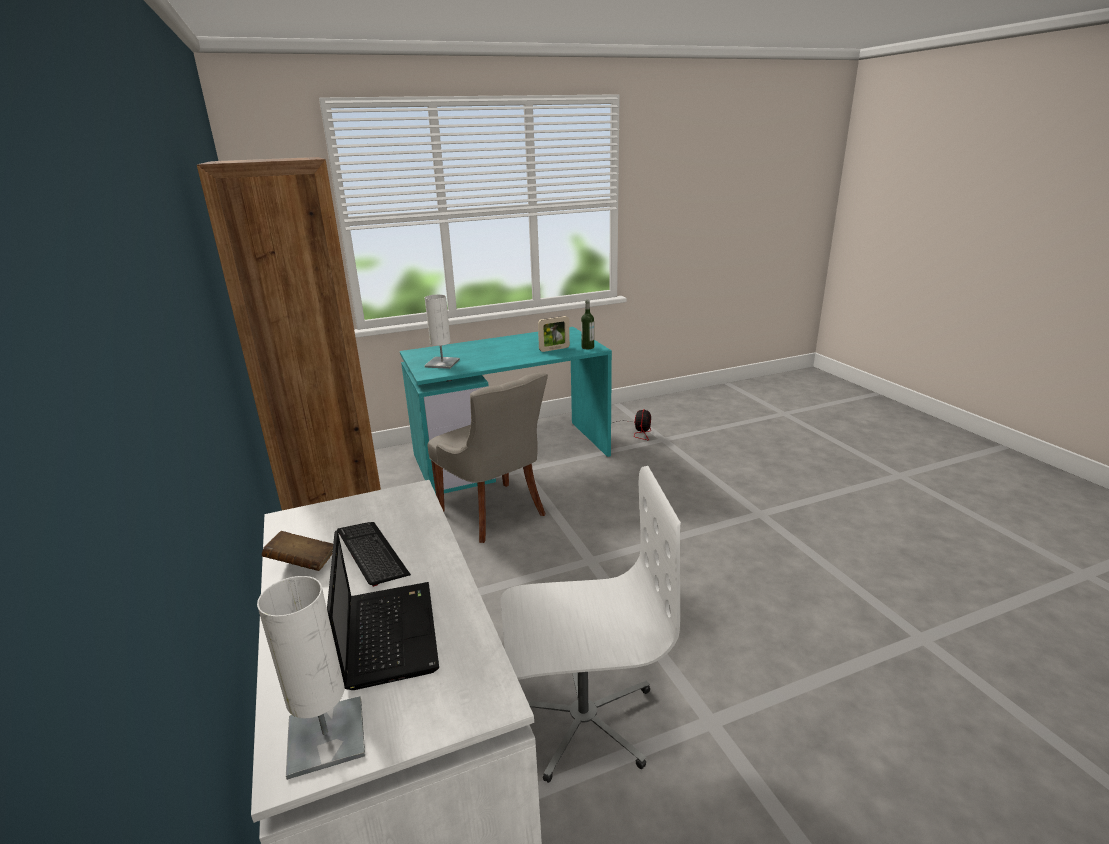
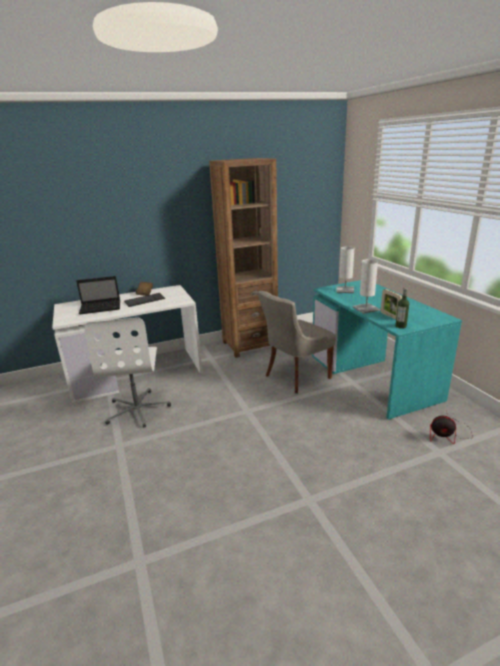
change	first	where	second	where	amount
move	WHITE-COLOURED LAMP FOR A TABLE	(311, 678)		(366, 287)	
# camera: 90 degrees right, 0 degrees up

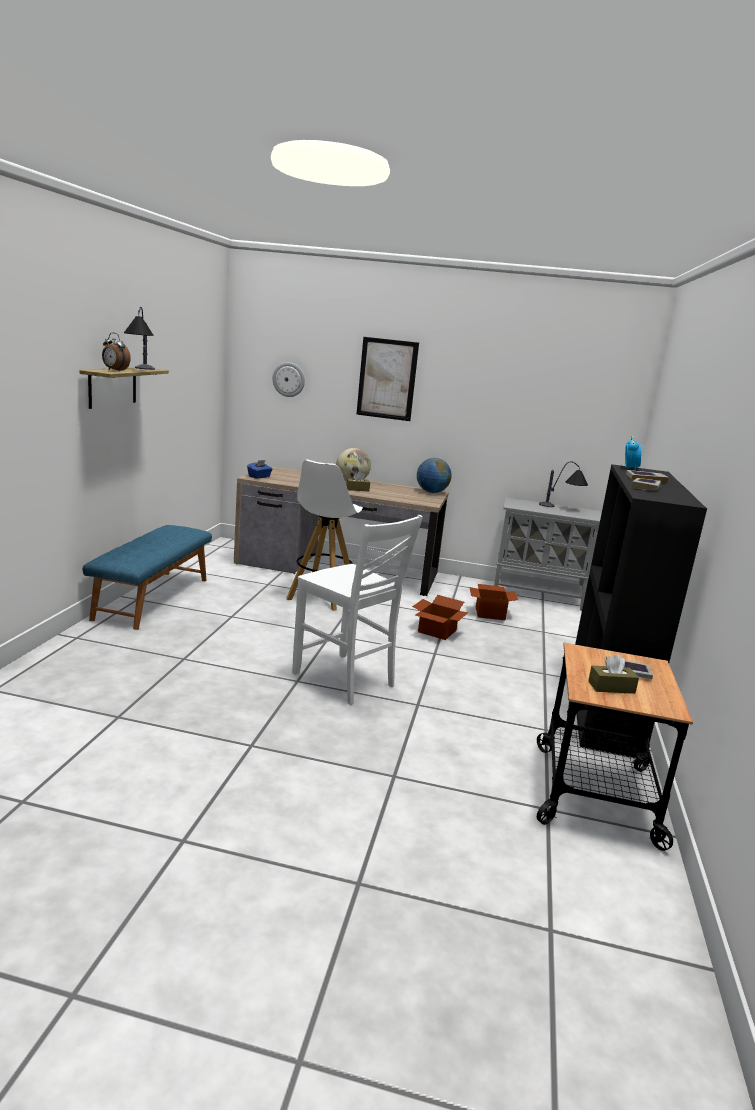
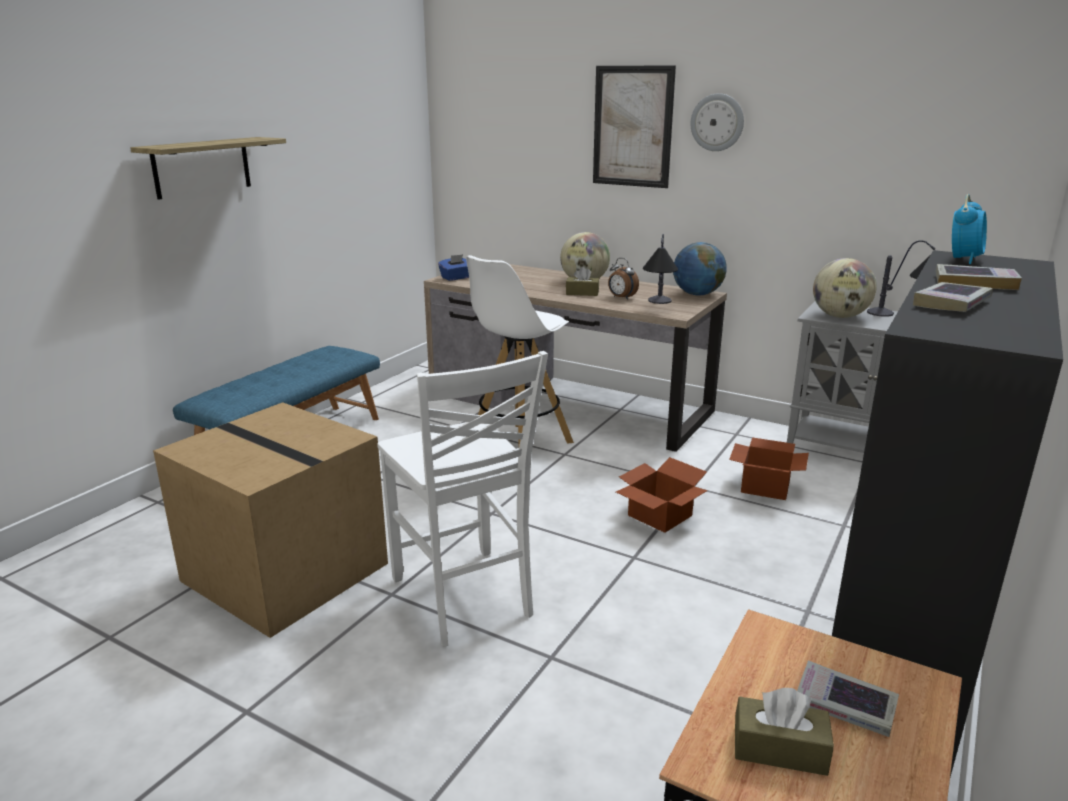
change	first	where	second	where	amount
move	LAMP FOR A TABLE	(139, 338)		(660, 269)	
move	TABLE CLOCK	(116, 352)		(623, 279)	
move	HANGING CLOCK	(289, 379)		(717, 122)	
insert			DESK GLOBE	(845, 288)	
insert			PACKING BOX	(270, 520)	
# camera: 20 degrees right, 5 degrees up

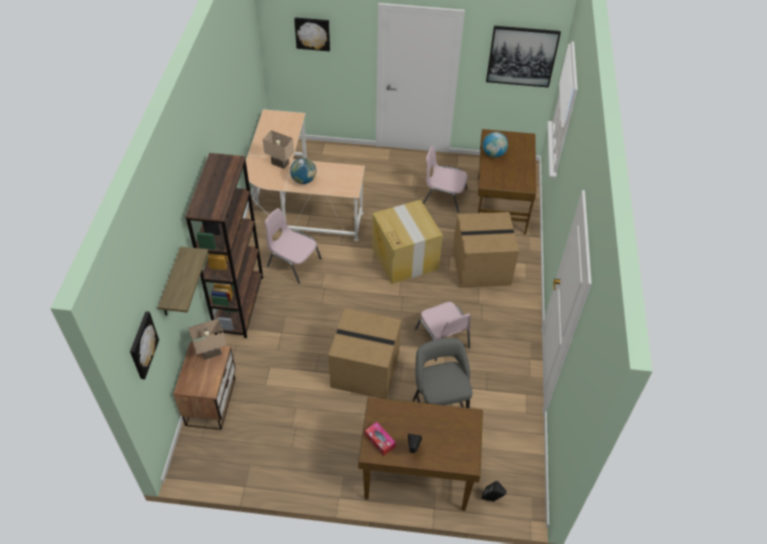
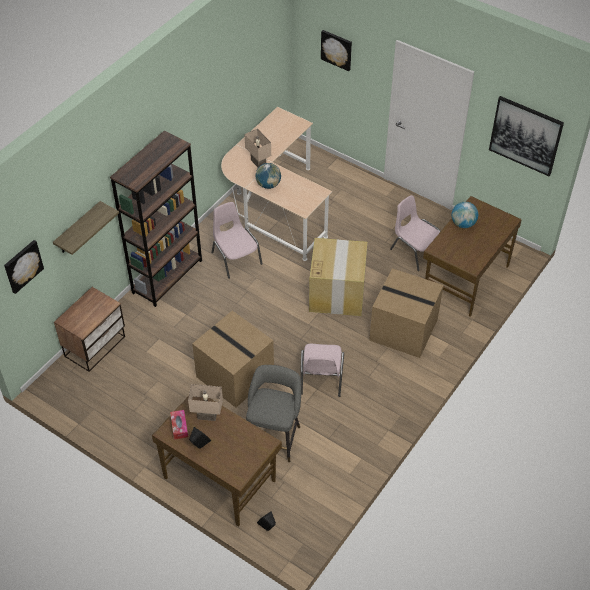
change	first	where	second	where	amount
move	BEIGE-COLOURED LAMP FOR A TABLE	(207, 339)		(205, 402)	
# camera: 30 degrees right, 0 degrees up

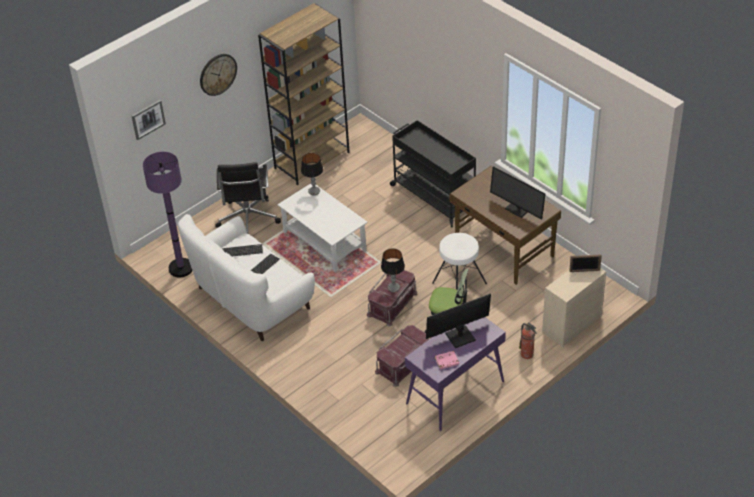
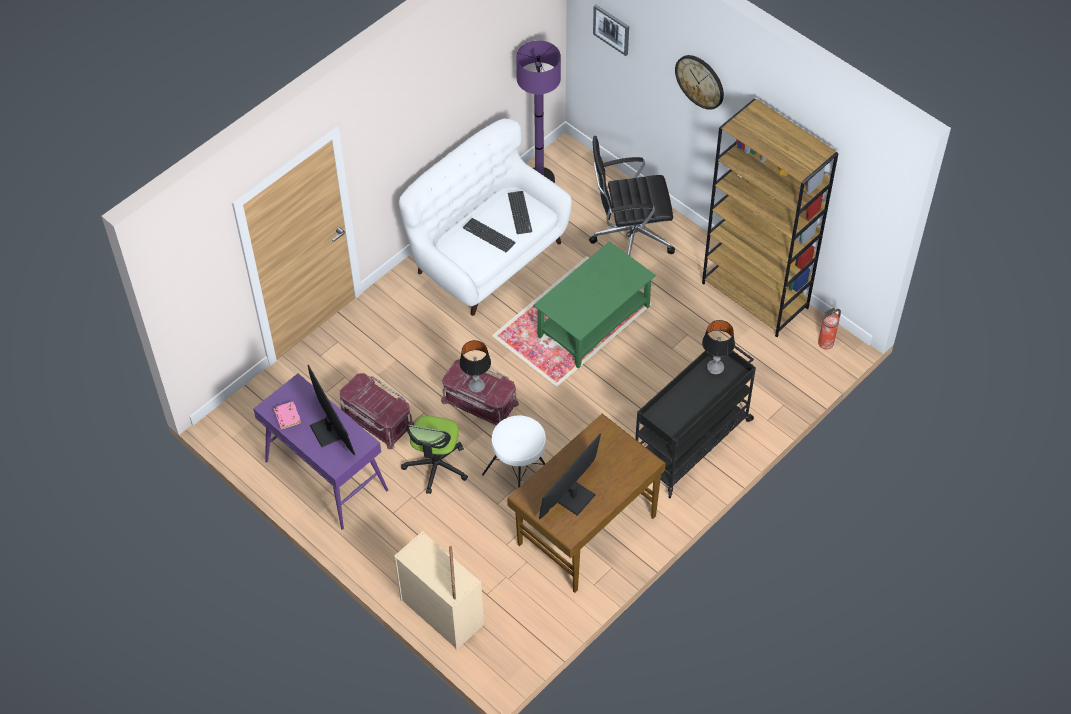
change	first	where	second	where	amount
move	LAMP FOR A TABLE	(312, 174)		(718, 347)	
recolor	WHITE-COLOURED LOW TABLE	(322, 227)	GREEN-COLOURED LOW TABLE	(594, 305)	
move	EXTINGUISHER	(528, 341)		(829, 328)	
# camera: 85 degrees right, 10 degrees up

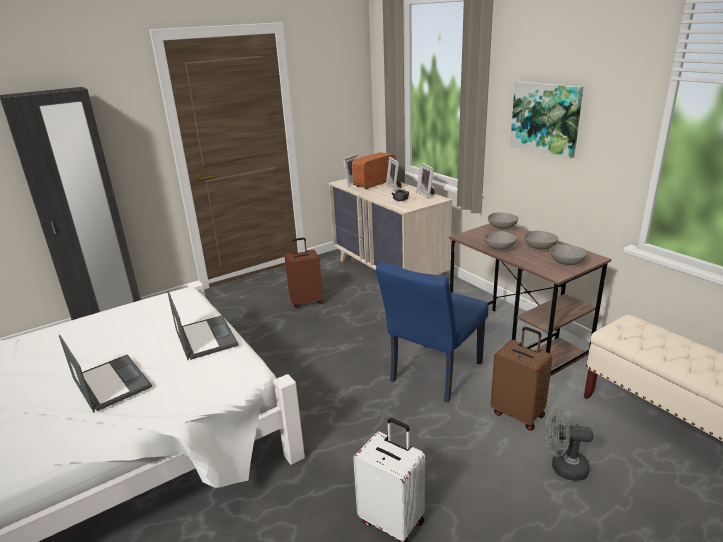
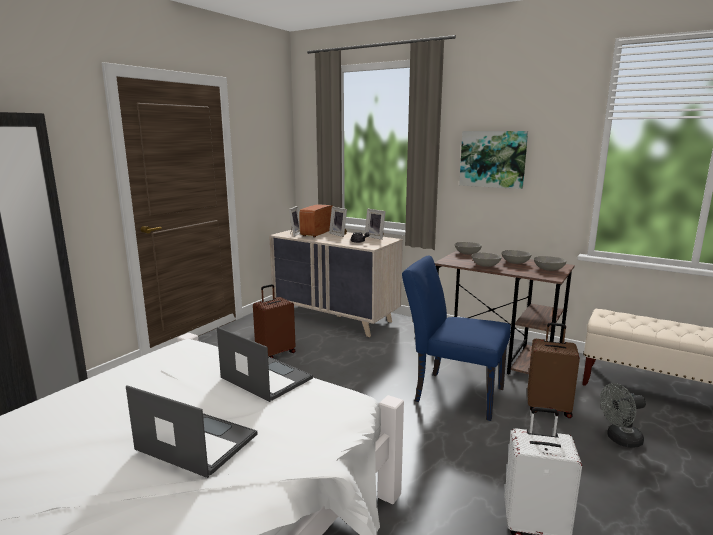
change	first	where	second	where	amount
rotate	BLUISH CHAIR	(432, 332)		(456, 338)	105 degrees clockwise
# camera: 25 degrees left, 10 degrees down

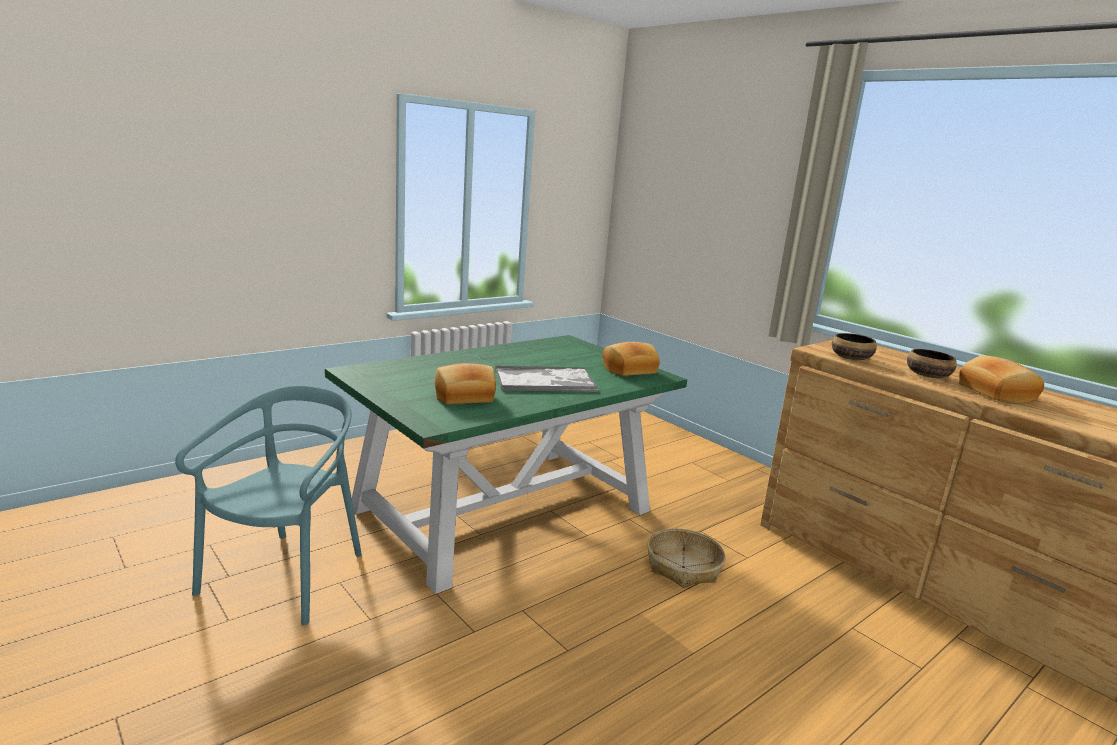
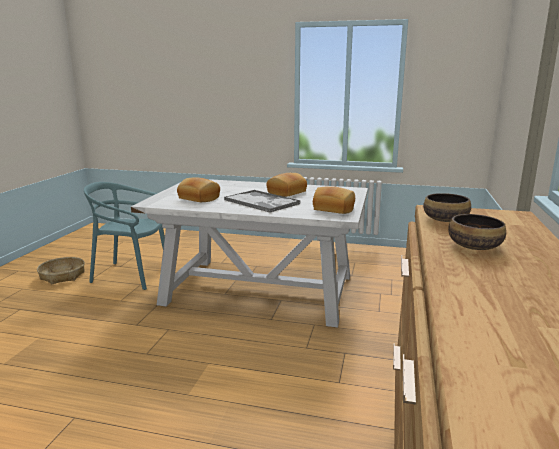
change	first	where	second	where	amount
recolor	GREEN-COLOURED DINING TABLE	(506, 464)	WHITE-COLOURED DINING TABLE	(249, 253)	
move	BAKERY BREAD	(1001, 379)		(286, 185)	
rotate	BLUE-GREEN CHAIR	(268, 506)		(124, 236)	150 degrees counterclockwise
move	BASKET	(686, 558)		(61, 270)	
# camera: 55 degrees right, 0 degrees up

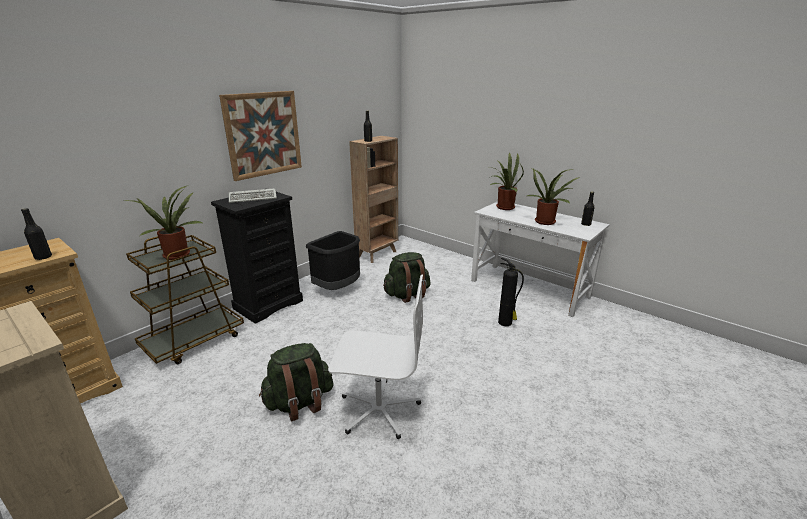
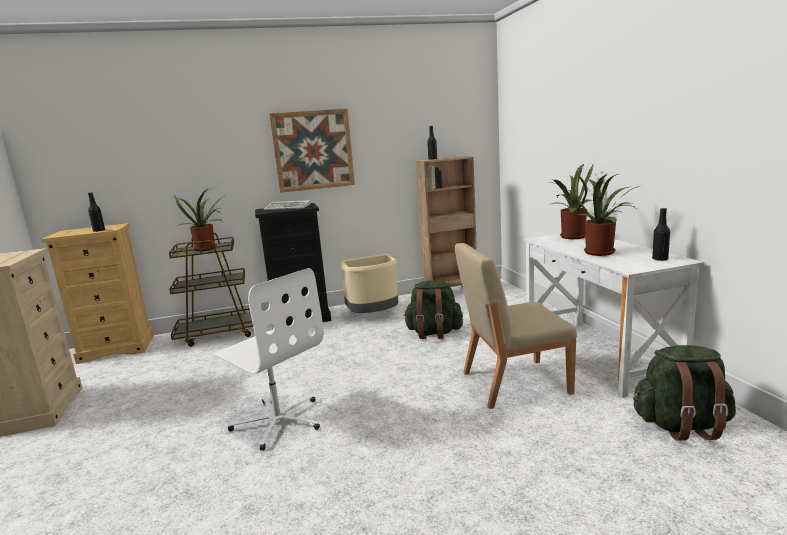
change	first	where	second	where	amount
recolor	BLACK-COLOURED RUBBISH BIN	(333, 260)	BEIGE-COLOURED RUBBISH BIN	(368, 283)	
replace	EXTINGUISHER	(511, 292)	BEIGE-COLOURED CHAIR	(516, 326)	
move	GREEN-COLOURED BACKPACK	(296, 382)		(684, 393)	
# camera: 35 degrees right, 10 degrees down

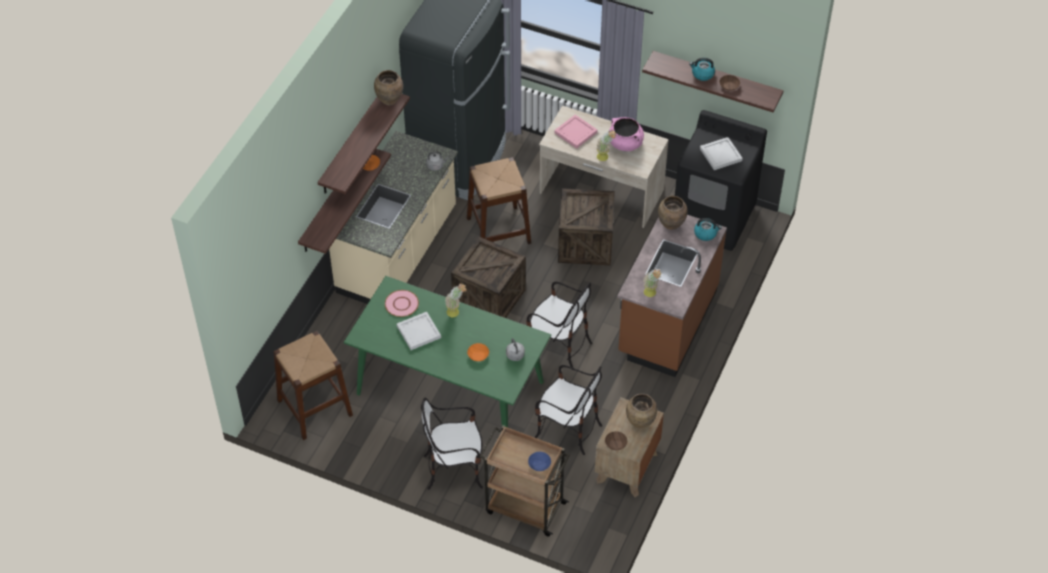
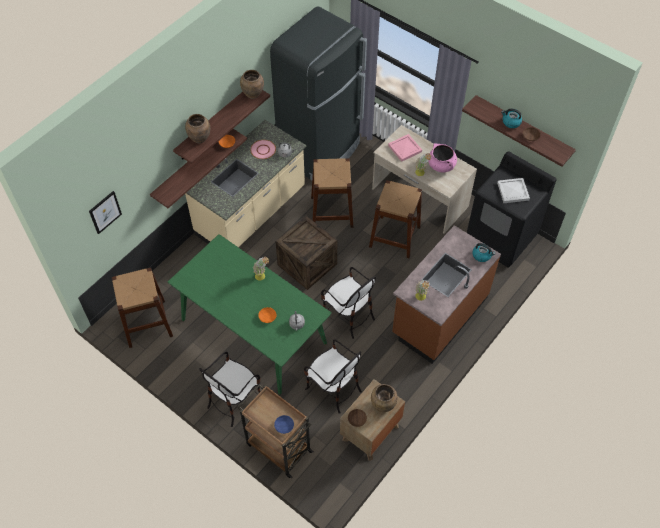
change	first	where	second	where	amount
replace	CRATE	(586, 226)	BROWNISH STOOL	(395, 219)	
move	BROWNISH DECORATIVE VASE	(673, 213)		(197, 128)	
move	PINK FLAT DISH	(402, 303)		(263, 149)	
delete	WHITE-COLOURED SERVING TRAY	(419, 331)			
rotate	CHAIR	(452, 444)		(230, 389)	60 degrees counterclockwise
insert			WALL ART	(105, 212)	
# camera: 15 degrees right, 5 degrees up

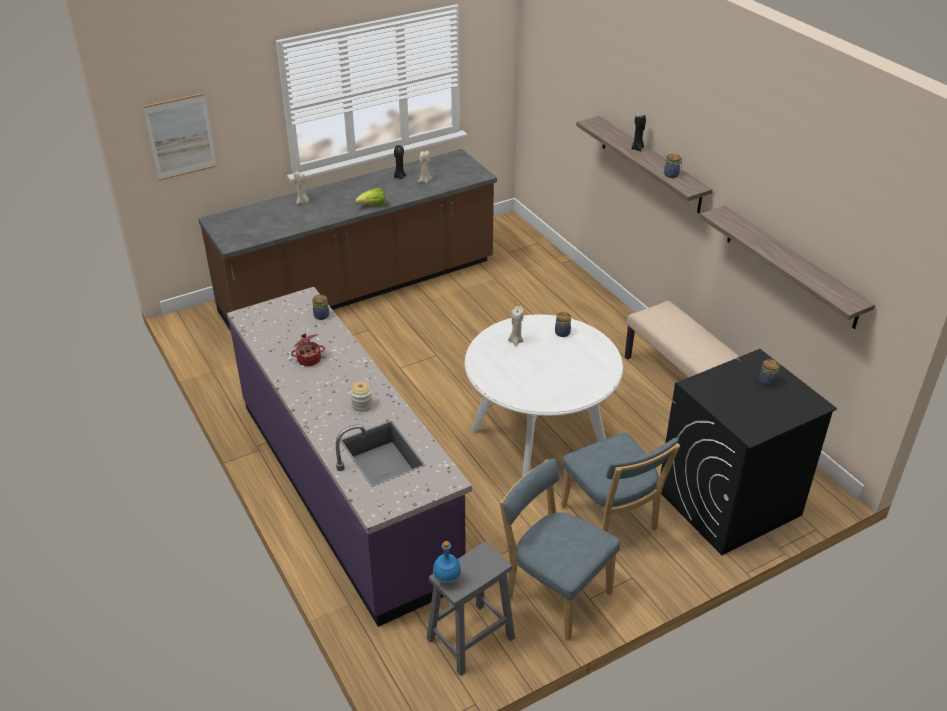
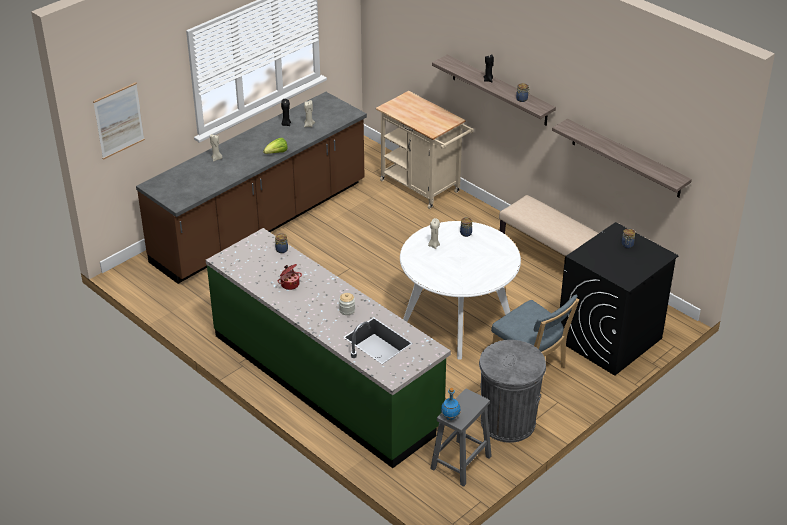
change	first	where	second	where	amount
recolor	PURPLE-COLOURED KITCHEN BASE UNIT	(349, 457)	GREEN-COLOURED KITCHEN BASE UNIT	(328, 348)	
replace	BLUISH CHAIR	(559, 549)	GREYISH RUBBISH BIN	(512, 391)	
insert			BEIGE-COLOURED CART	(425, 150)	
# camera: 15 degrees left, 0 degrees up

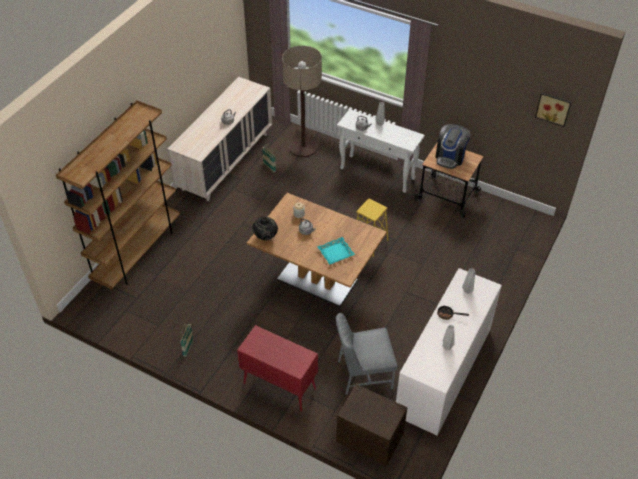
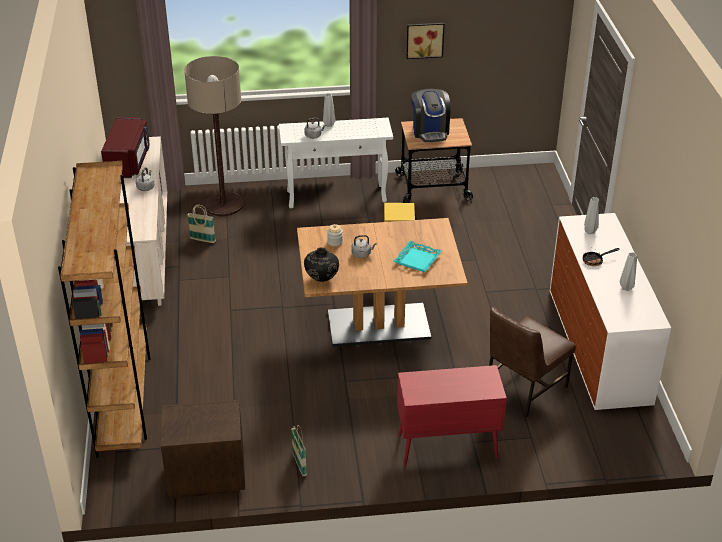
change	first	where	second	where	amount
move	WALL ART	(553, 110)		(425, 41)	
recolor	GREYISH CHAIR	(366, 354)	BROWNISH CHAIR	(532, 362)	
move	BROWNISH BEDSIDE TABLE	(371, 425)		(203, 449)	
insert			RED MICROWAVE	(125, 147)	
# camera: 35 degrees left, 10 degrees down

